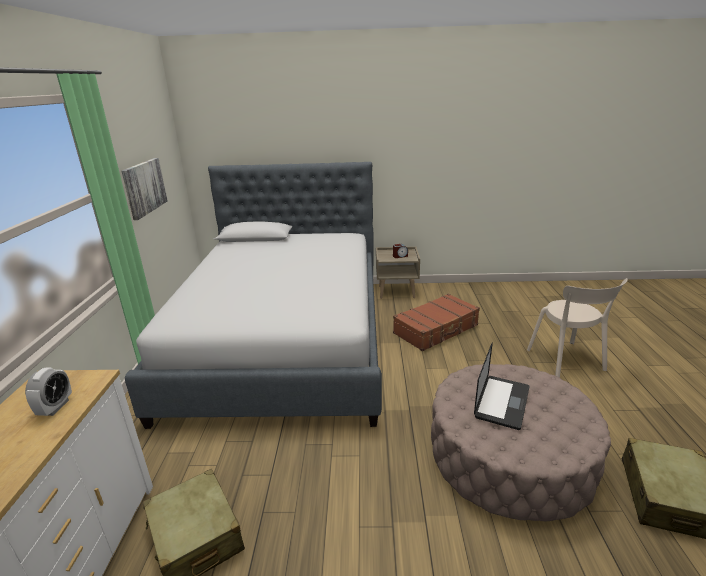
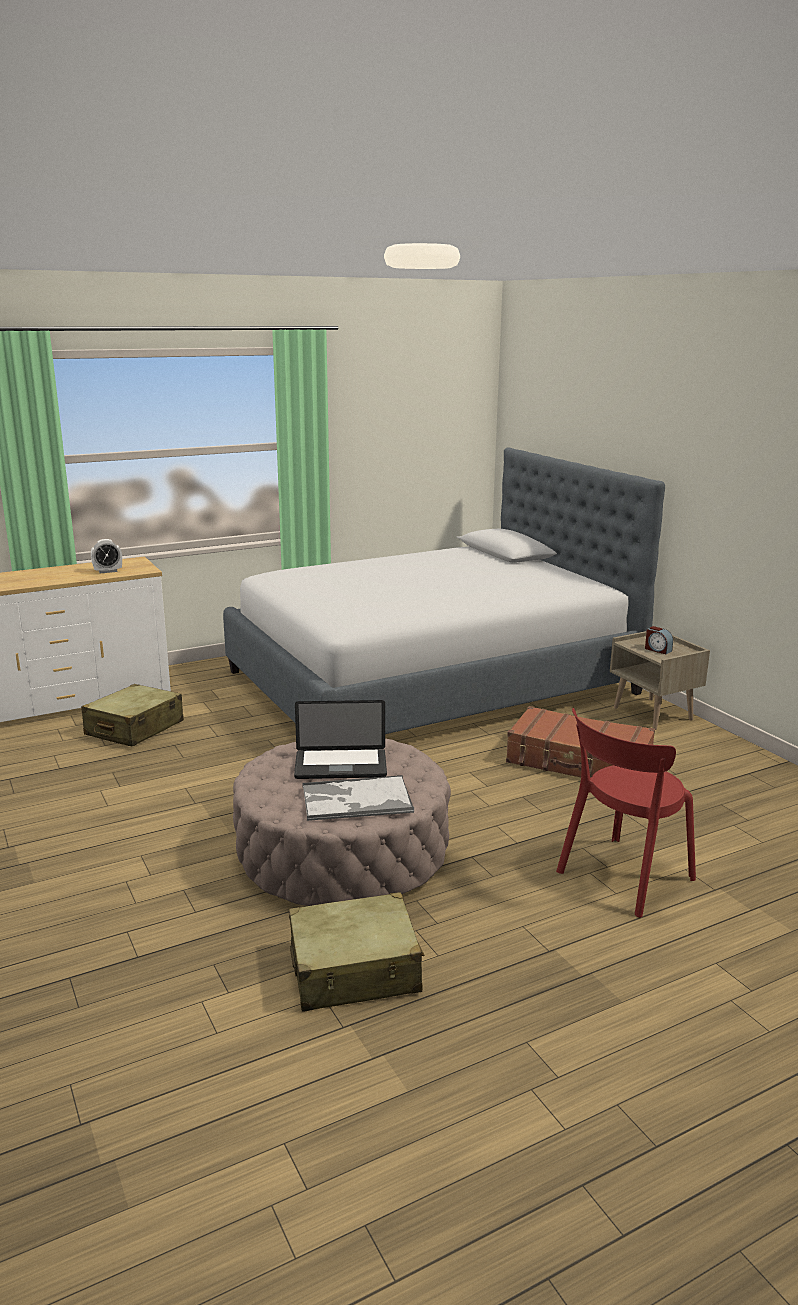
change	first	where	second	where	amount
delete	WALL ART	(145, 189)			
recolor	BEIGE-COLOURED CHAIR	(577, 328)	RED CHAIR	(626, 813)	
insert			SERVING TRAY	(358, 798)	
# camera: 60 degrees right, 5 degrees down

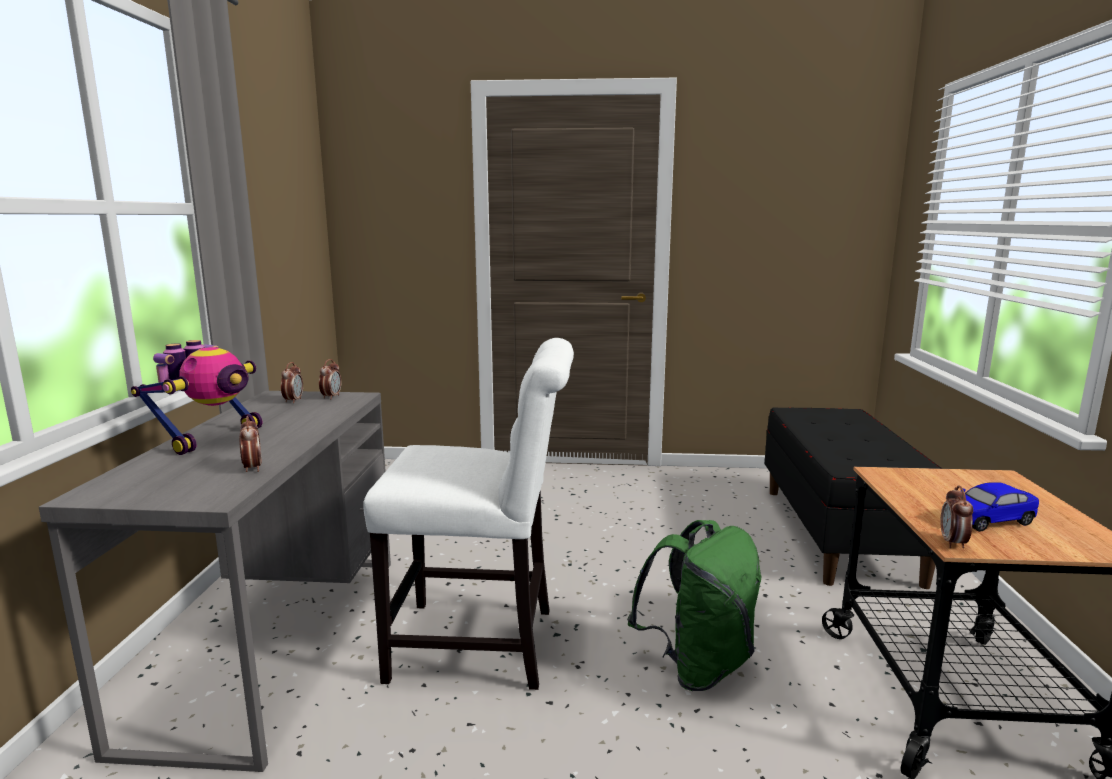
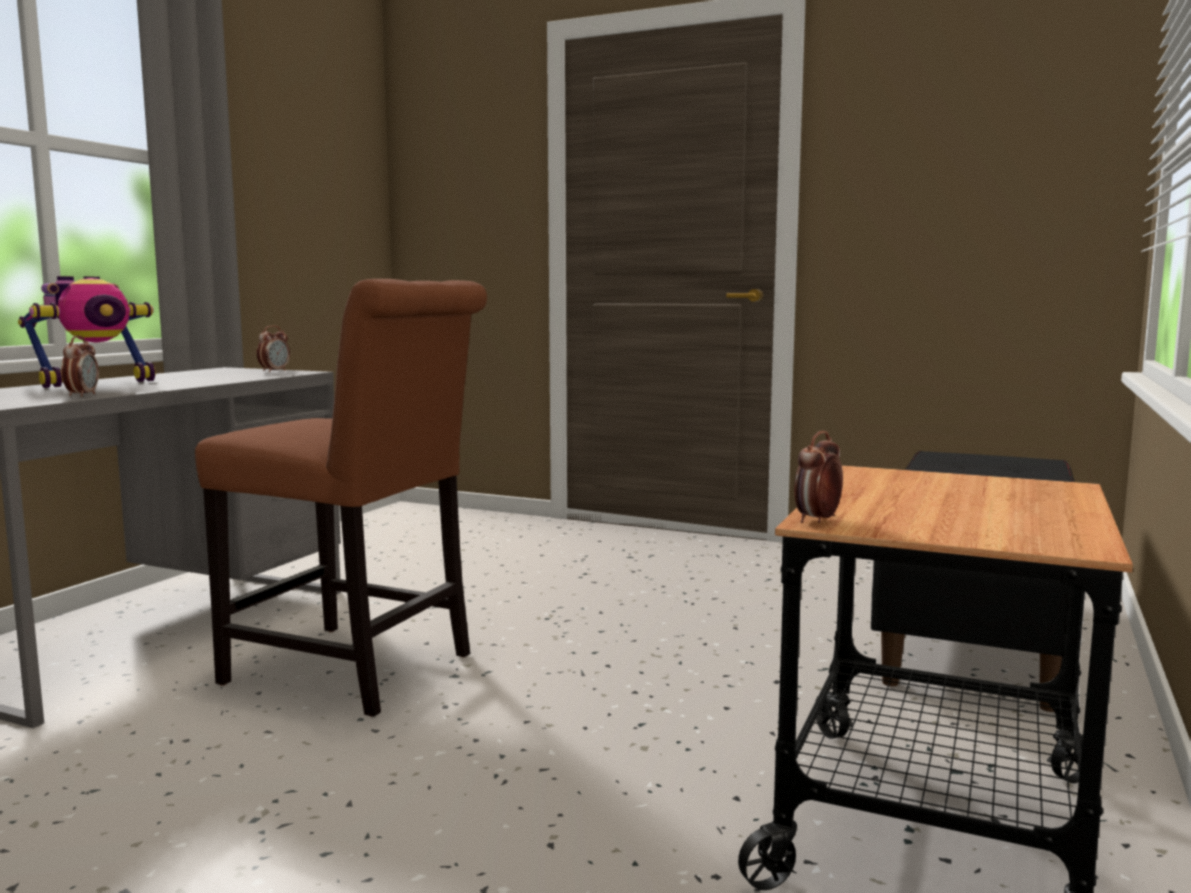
change	first	where	second	where	amount
recolor	WHITE-COLOURED CHAIR	(468, 514)	BROWNISH CHAIR	(341, 498)	
delete	TABLE CLOCK	(292, 382)			
delete	MINIATURE CAR	(1000, 507)			
delete	GREEN-COLOURED BACKPACK	(694, 605)			
# camera: 20 degrees right, 5 degrees down

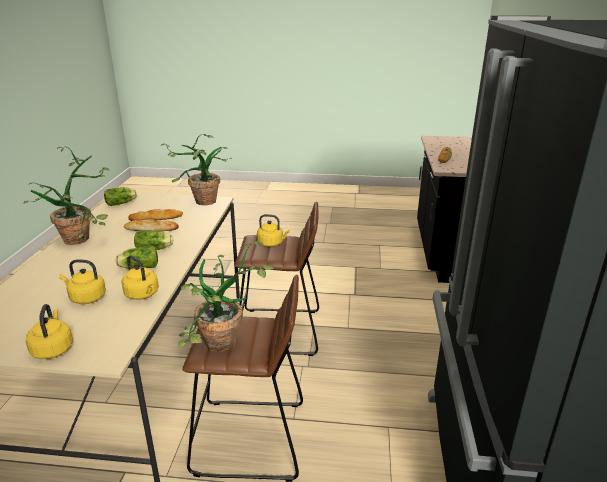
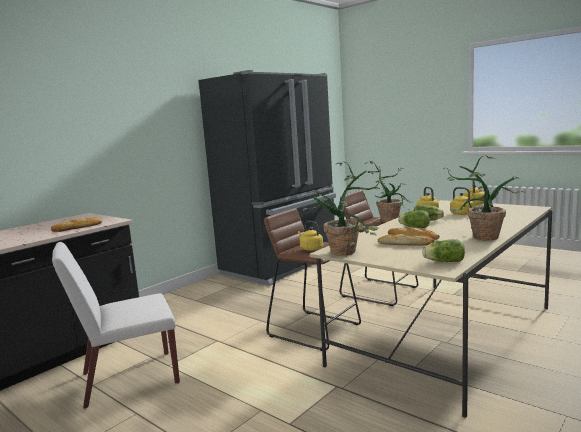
change	first	where	second	where	amount
insert			WHITE-COLOURED CHAIR	(116, 325)	
# camera: 145 degrees left, 15 degrees down

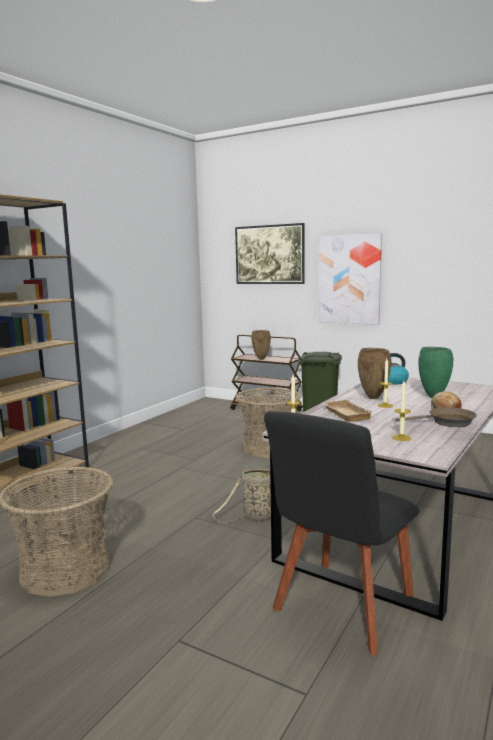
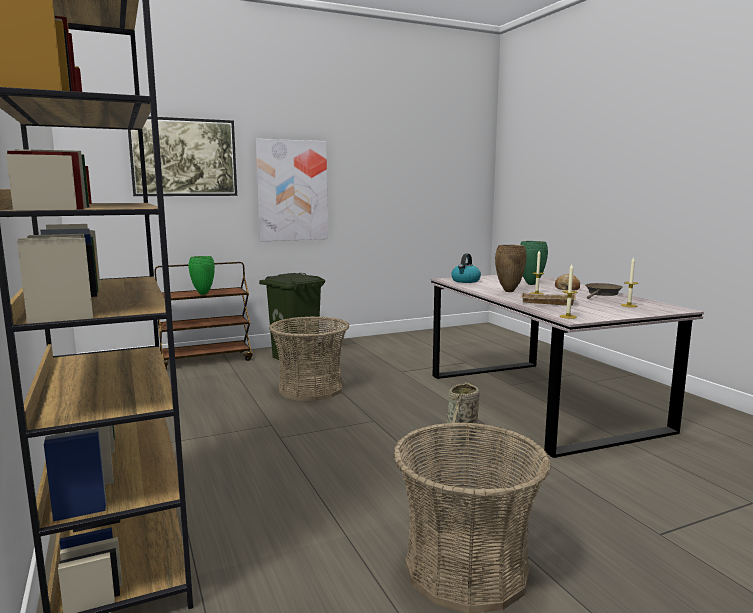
change	first	where	second	where	amount
recolor	BROWNISH DECORATIVE VASE	(261, 345)	GREEN-COLOURED DECORATIVE VASE	(202, 275)	
delete	BLACK-COLOURED CHAIR	(341, 533)			
# camera: 55 degrees left, 0 degrees up

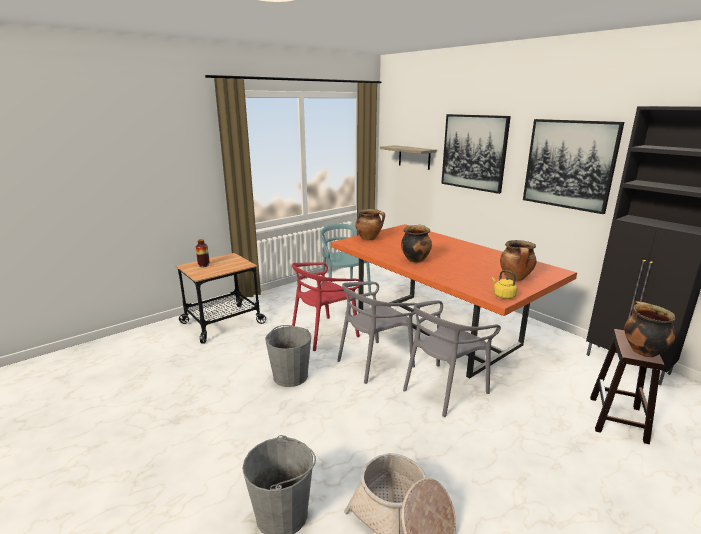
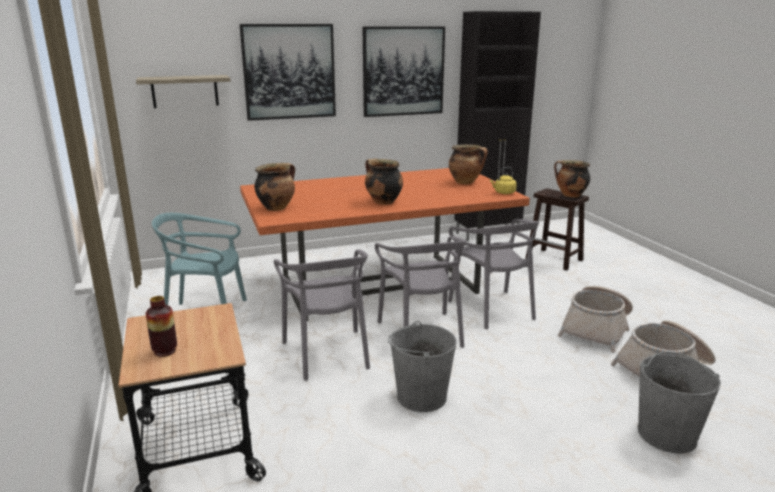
change	first	where	second	where	amount
recolor	RED CHAIR	(326, 306)	GREYISH CHAIR	(322, 315)	
insert			BASKET	(595, 319)	
# camera: 70 degrees left, 0 degrees up

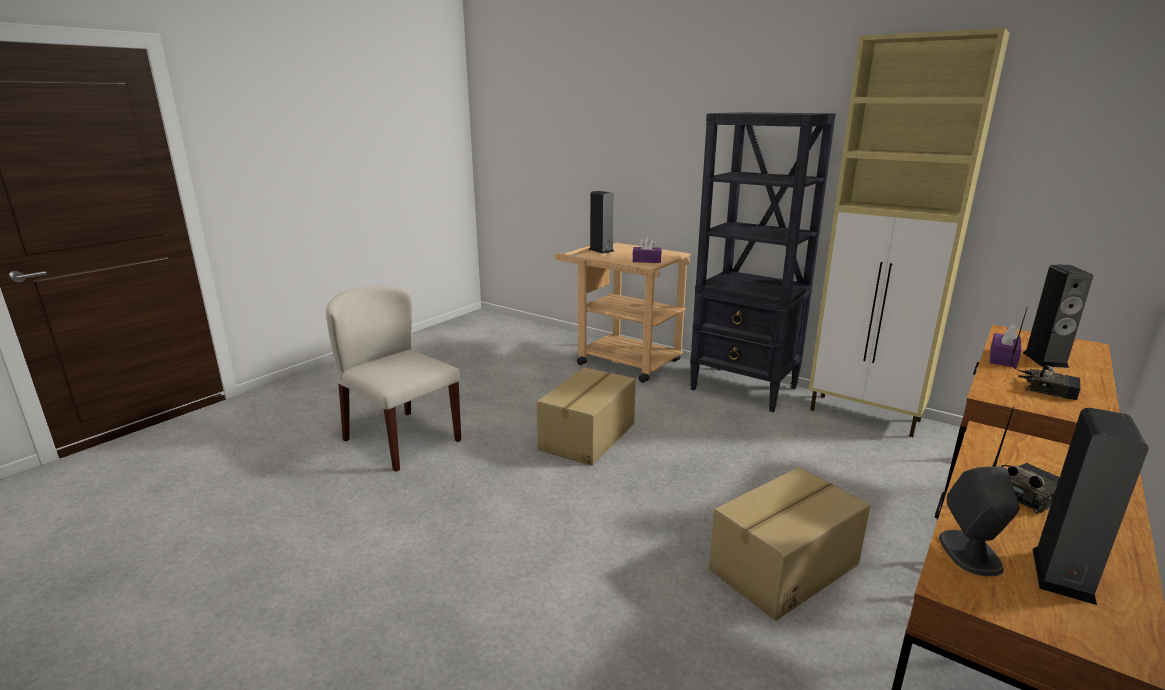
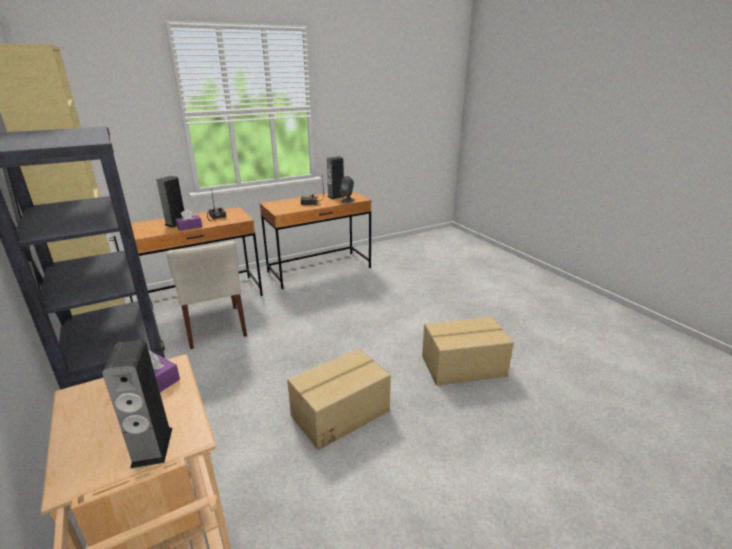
change	first	where	second	where	amount
move	BEIGE-COLOURED CHAIR	(393, 379)		(206, 295)	
move	PACKING BOX	(789, 544)		(468, 351)	
# camera: 155 degrees left, 5 degrees up

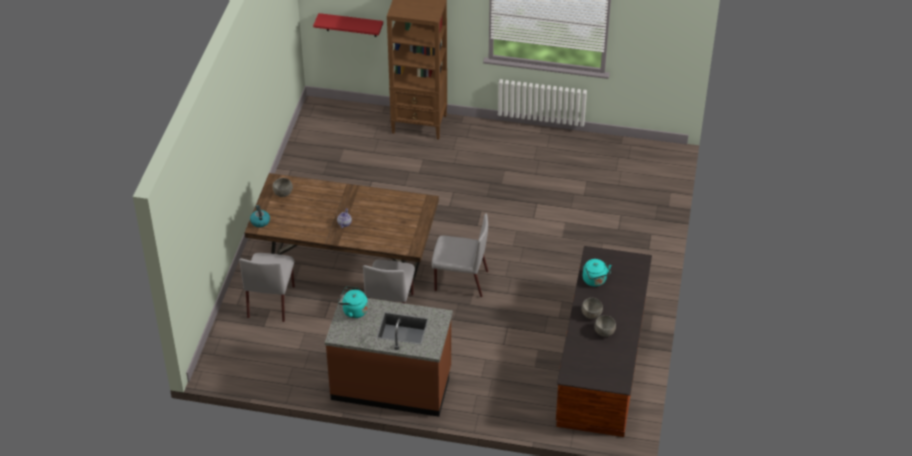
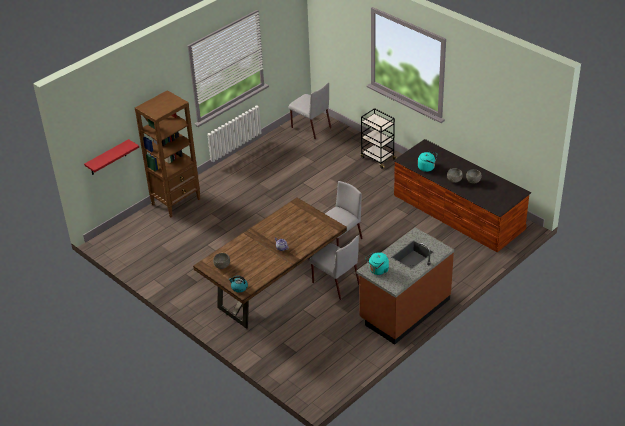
change	first	where	second	where	amount
move	GREYISH CHAIR	(267, 287)		(310, 110)	
insert			BLACK-COLOURED CART	(378, 138)	
# camera: 55 degrees left, 5 degrees down

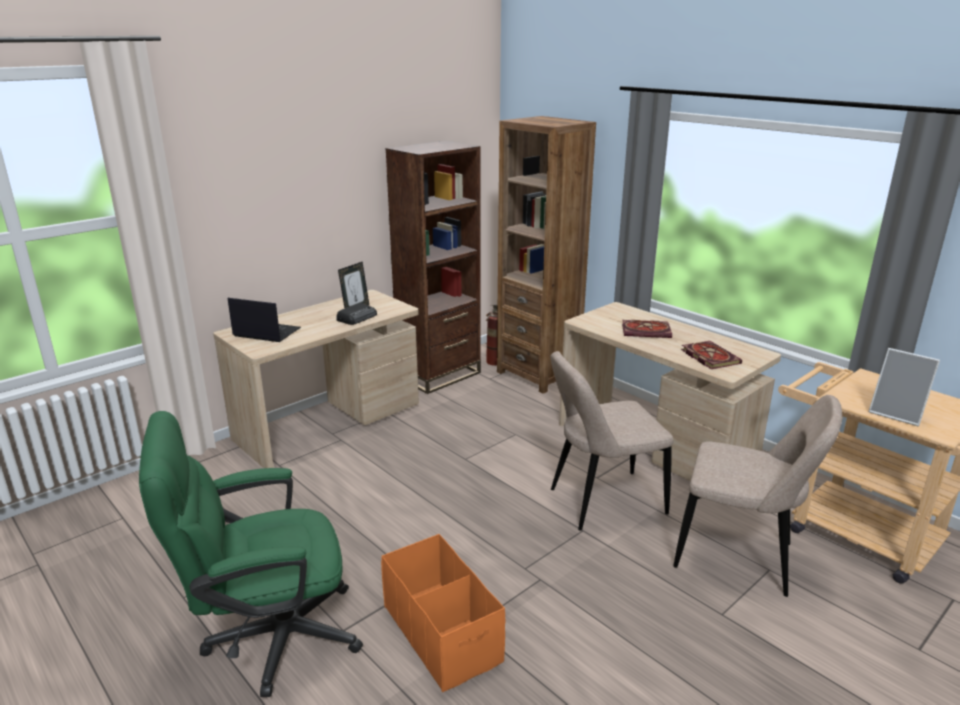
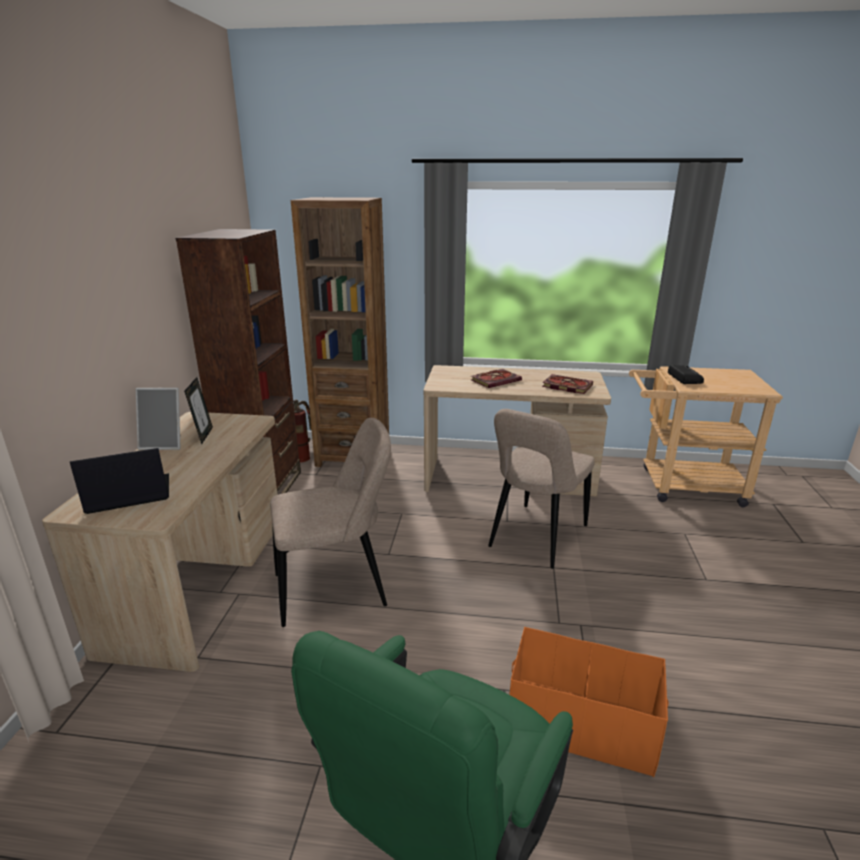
change	first	where	second	where	amount
move	RADIO SET	(356, 314)		(686, 374)	
move	STANDING FRAME	(904, 387)		(158, 419)	
move	BEIGE-COLOURED CHAIR	(757, 496)		(330, 522)	
# camera: 40 degrees left, 0 degrees up

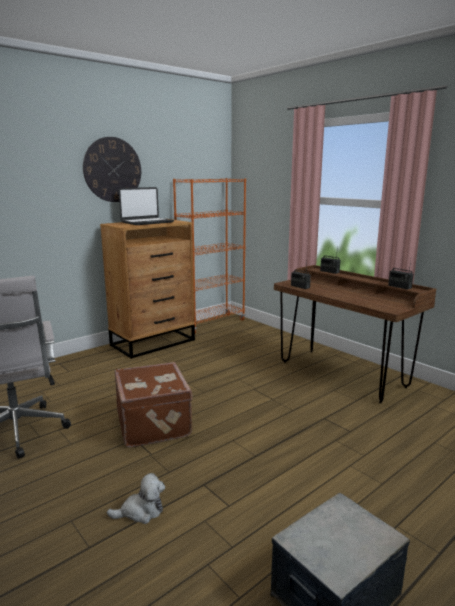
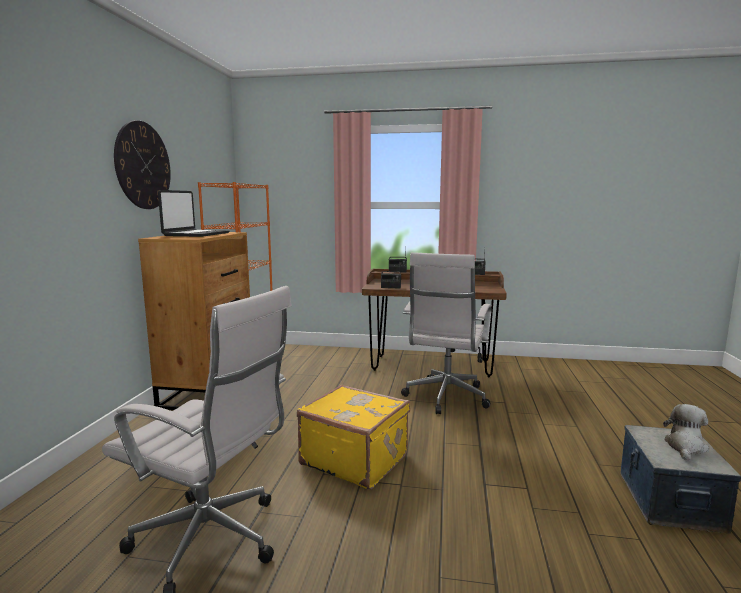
change	first	where	second	where	amount
recolor	BROWNISH PIECE OF LUGGAGE	(154, 404)	YELLOW PIECE OF LUGGAGE	(353, 437)	
move	SOFT TOY	(136, 498)		(686, 432)	
insert			WHITE-COLOURED COMPUTER CHAIR	(446, 333)	
# camera: 40 degrees left, 5 degrees down

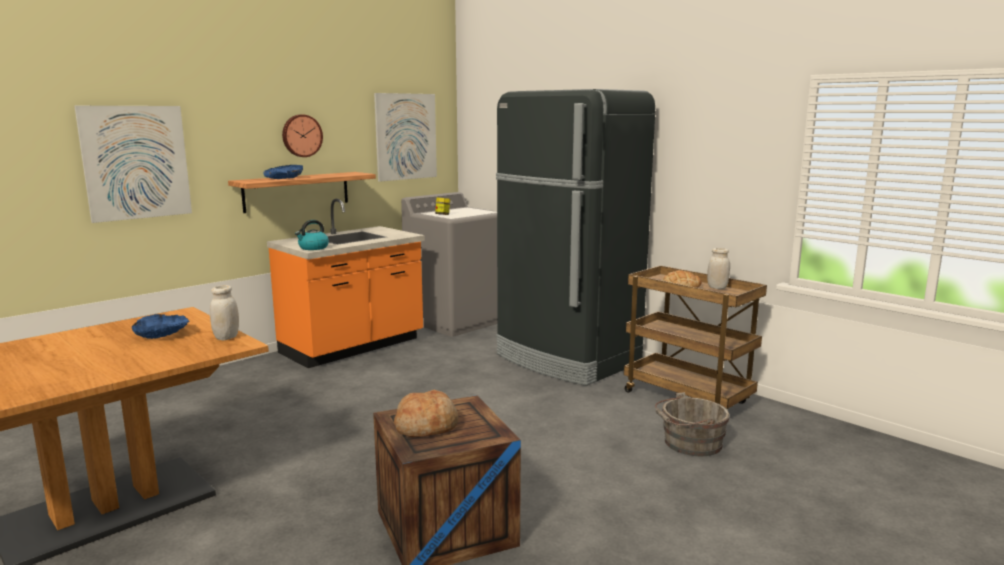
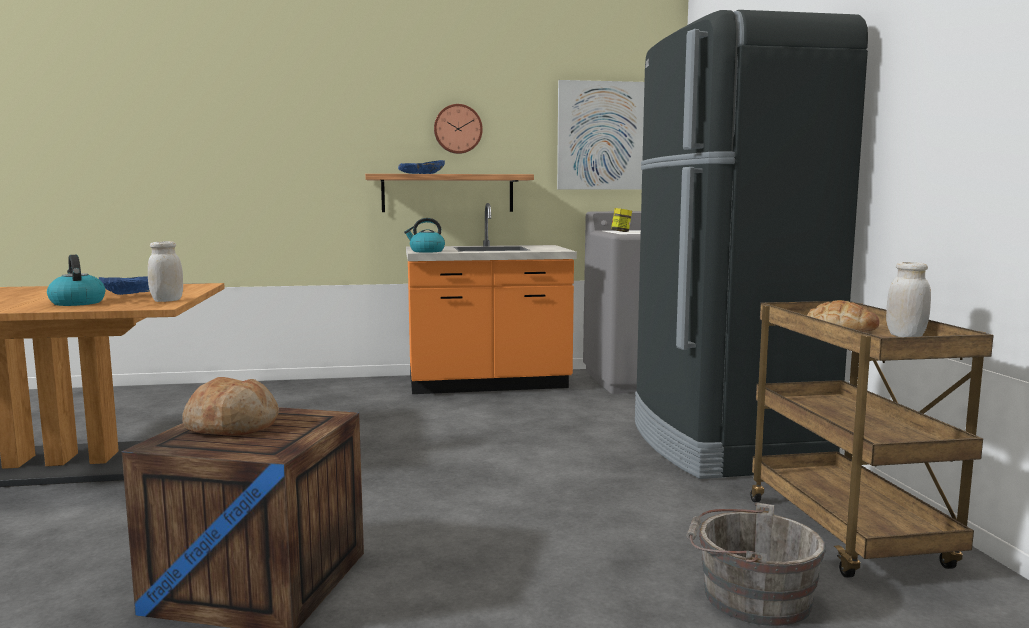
change	first	where	second	where	amount
delete	WALL ART	(133, 164)			
insert			KETTLE	(76, 280)	
# camera: 35 degrees right, 5 degrees down

